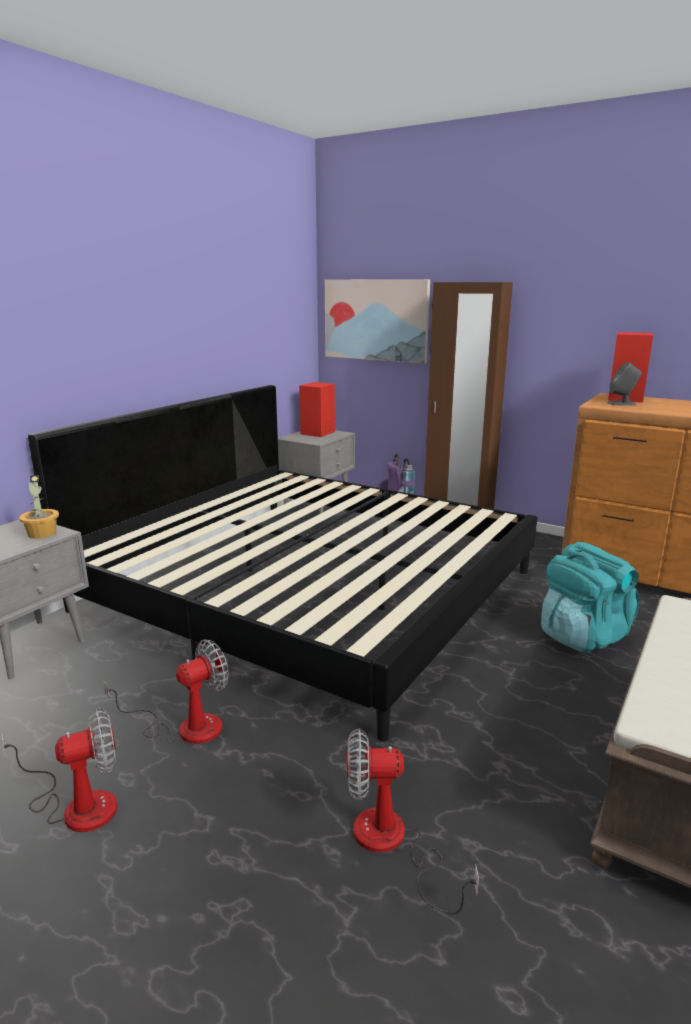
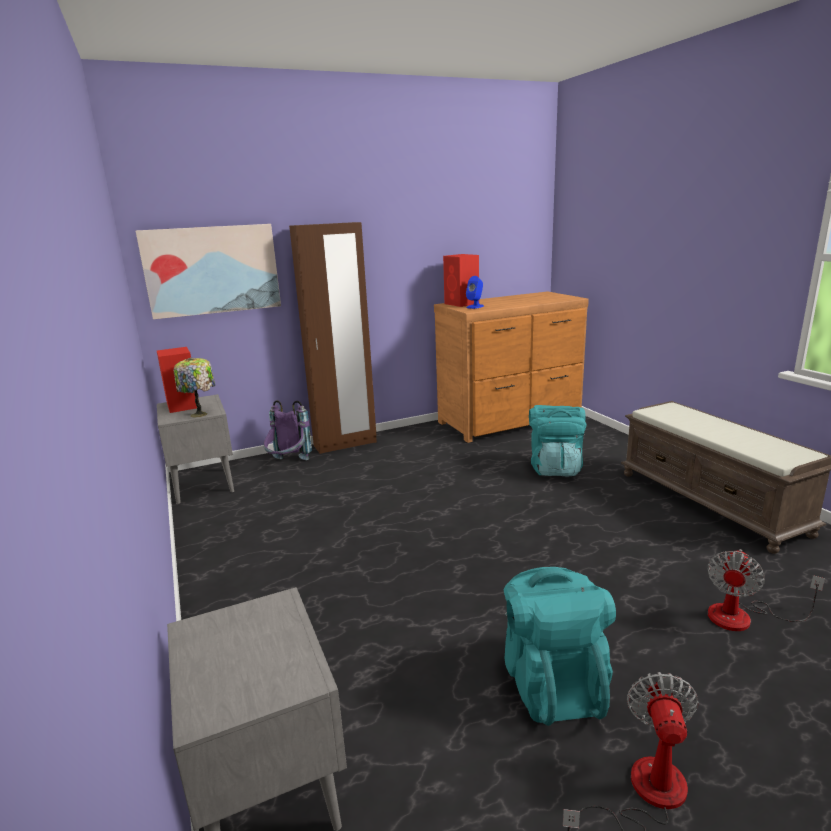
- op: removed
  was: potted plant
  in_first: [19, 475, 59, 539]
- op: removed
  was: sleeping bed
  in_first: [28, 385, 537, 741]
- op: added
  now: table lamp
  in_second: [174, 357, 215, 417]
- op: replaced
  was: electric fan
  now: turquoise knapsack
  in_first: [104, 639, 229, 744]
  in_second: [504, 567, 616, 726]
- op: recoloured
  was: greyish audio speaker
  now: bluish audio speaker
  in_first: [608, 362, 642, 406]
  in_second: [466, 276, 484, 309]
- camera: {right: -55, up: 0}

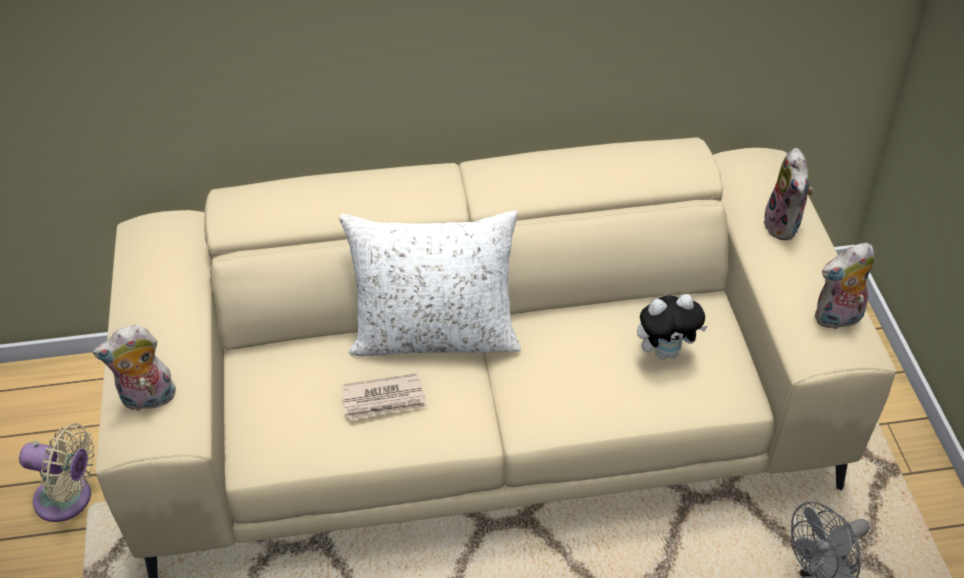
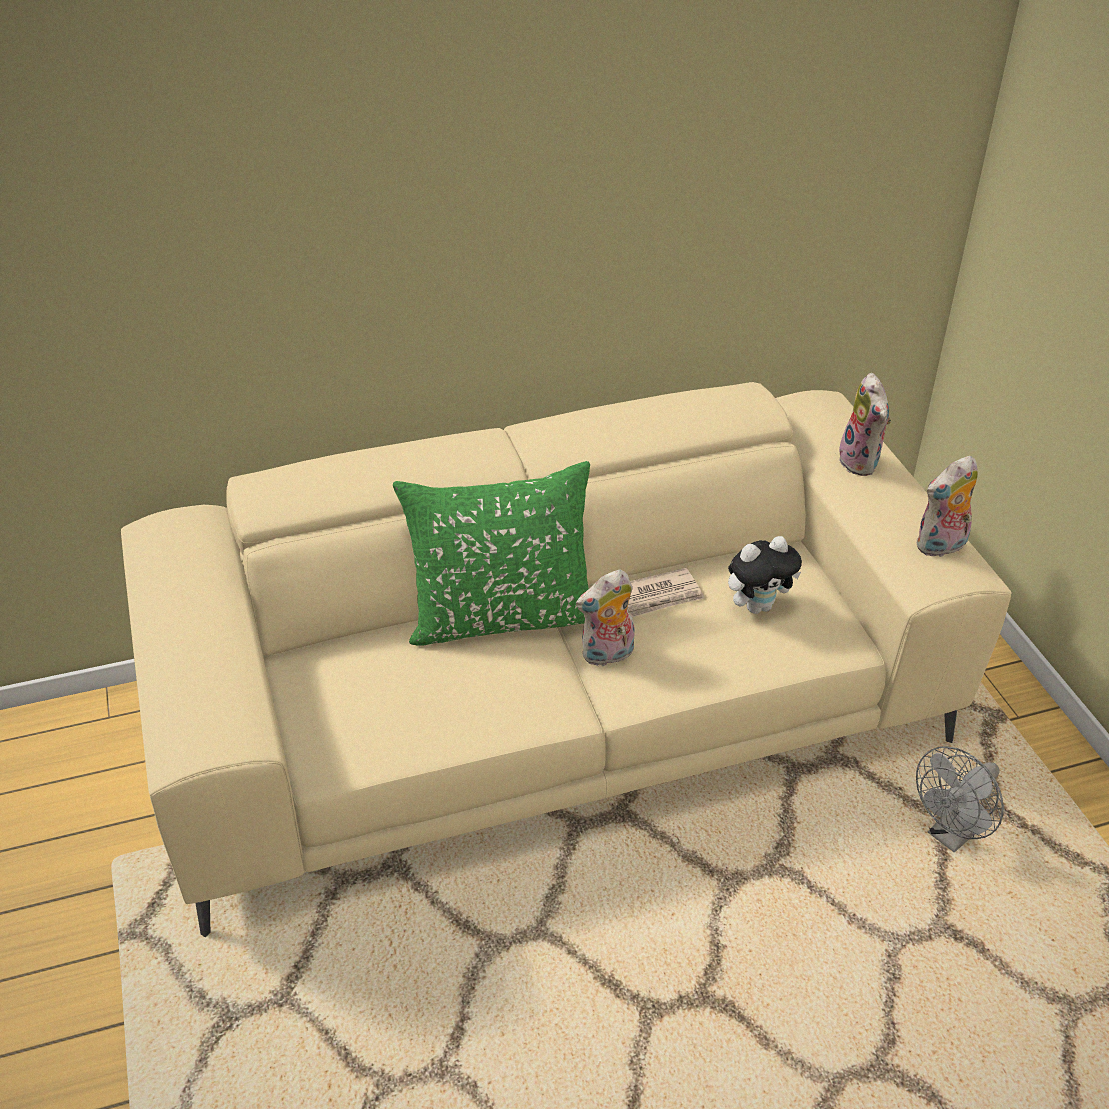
- op: removed
  was: sand-coloured electric fan
  in_first: [19, 423, 95, 522]
- op: moved
  was: cuddly toy
  in_first: [93, 324, 176, 411]
  in_second: [576, 569, 635, 666]
- op: moved
  was: daily paper
  in_first: [341, 373, 428, 421]
  in_second: [627, 568, 705, 618]
- op: recoloured
  was: white-coloured throw pillow
  now: green-coloured throw pillow
  in_first: [339, 210, 521, 356]
  in_second: [393, 461, 590, 645]
- camera: {right: -10, up: -5}

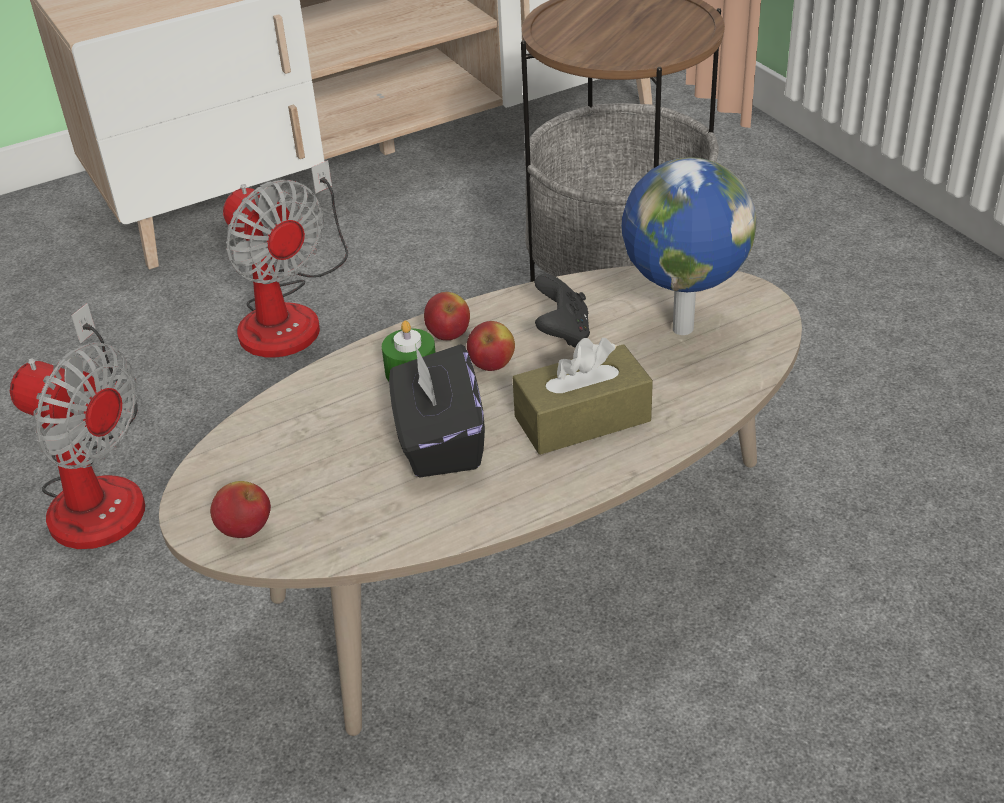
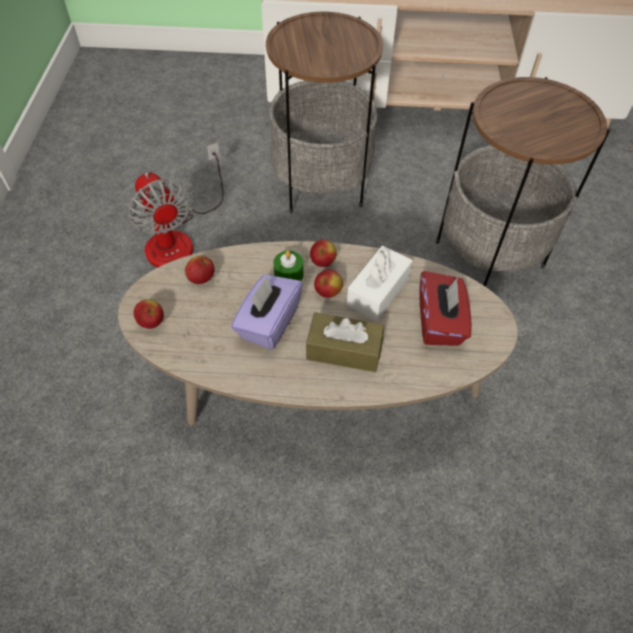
- op: added
  now: apple
  in_second: [185, 256, 215, 284]
- op: replaced
  was: electric fan
  now: accent table
  in_first: [223, 160, 348, 358]
  in_second: [266, 12, 383, 213]
- op: replaced
  was: black gamepad
  now: white-coloured box of tissues
  in_first: [534, 274, 590, 348]
  in_second: [347, 246, 413, 321]
- op: replaced
  was: globe
  now: reddish box of tissues
  in_first: [621, 157, 756, 335]
  in_second: [419, 271, 472, 346]
- op: recoloured
  was: black box of tissues
  now: purple box of tissues
  in_first: [389, 344, 485, 478]
  in_second: [231, 274, 303, 350]
- camera: {right: 30, up: 15}

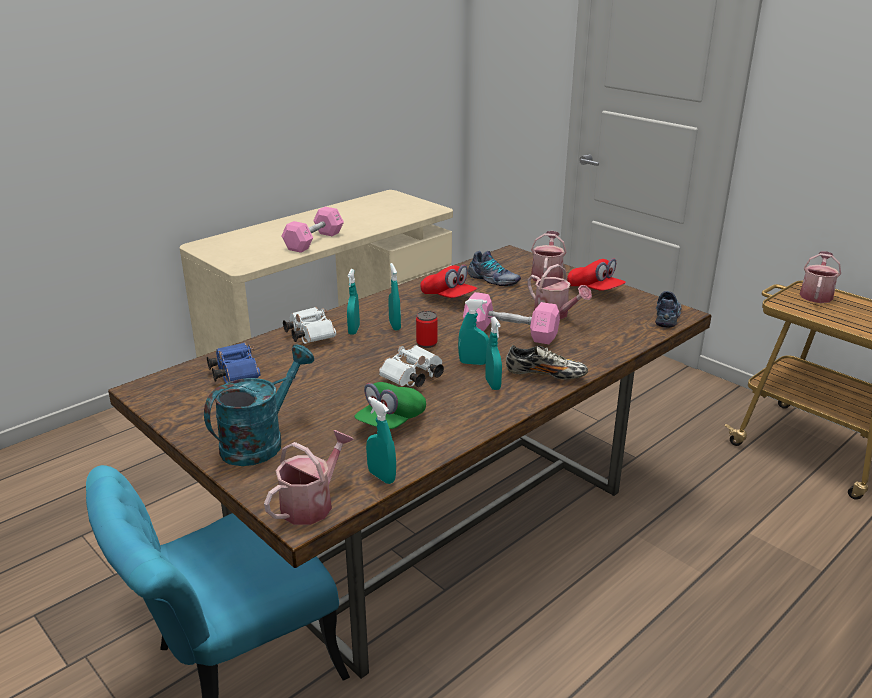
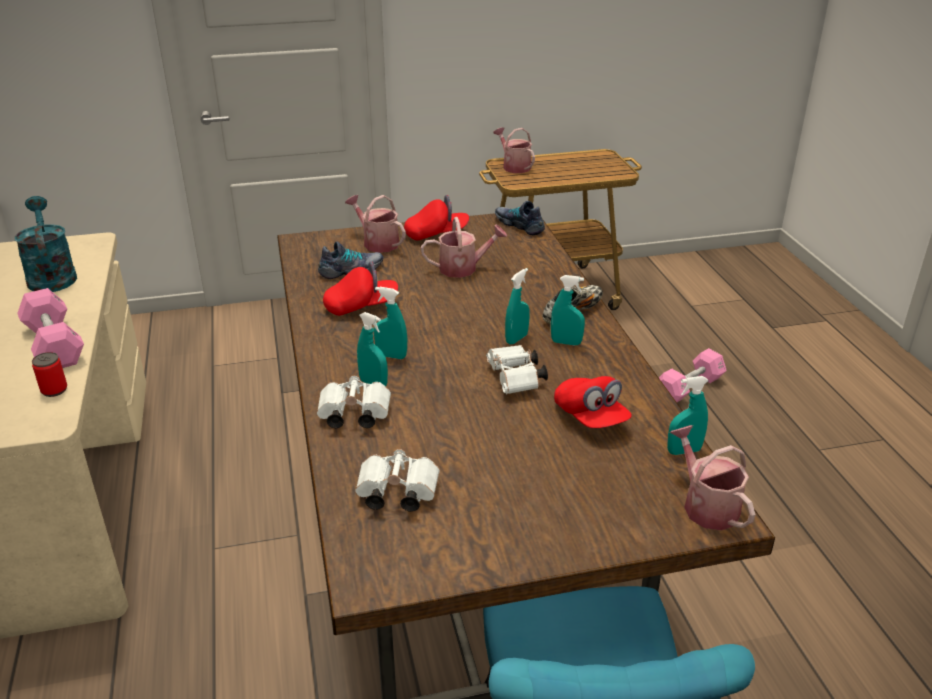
- op: moved
  was: turquoise watering pot
  in_first: [204, 344, 314, 466]
  in_second: [15, 196, 77, 292]
- op: moved
  was: metal can
  in_first: [416, 311, 438, 348]
  in_second: [32, 352, 67, 397]
- op: moved
  was: pink free weight
  in_first: [463, 292, 560, 344]
  in_second: [659, 348, 727, 402]
- op: recoloured
  was: bluish pair of binoculars
  now: white-coloured pair of binoculars
  in_first: [207, 342, 260, 383]
  in_second: [355, 449, 440, 512]
- op: recoloured
  was: green-coloured baseball cap
  now: reddish baseball cap
  in_first: [355, 382, 426, 429]
  in_second: [554, 376, 632, 428]
- camera: {right: -60, up: 5}

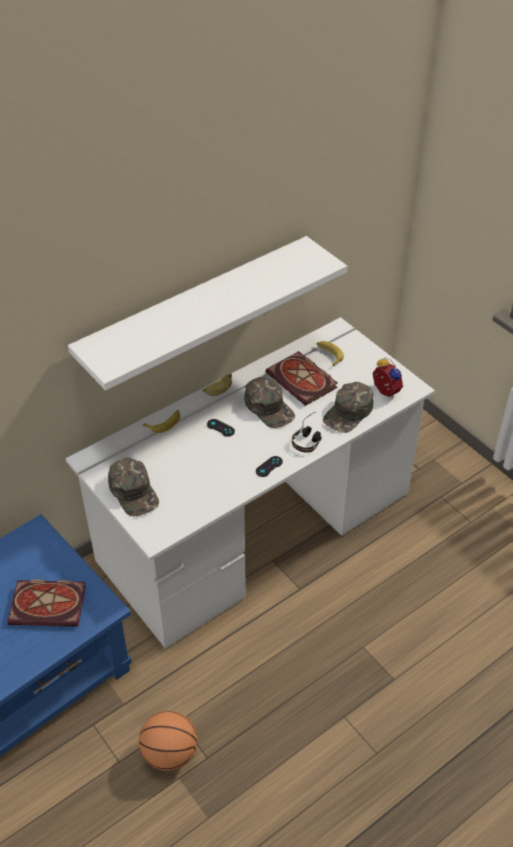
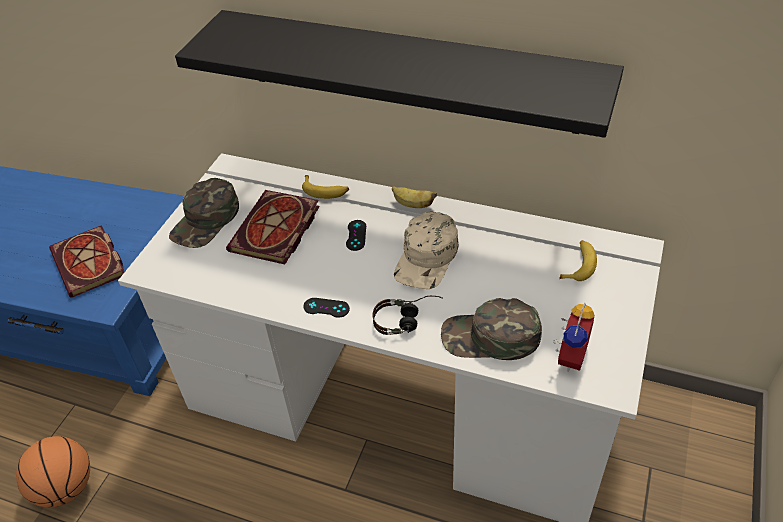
- op: moved
  was: bound book
  in_first: [266, 351, 338, 406]
  in_second: [226, 190, 320, 265]
- op: recoloured
  was: white-coloured shelf
  now: black shelf
  in_first: [68, 236, 347, 391]
  in_second: [175, 10, 624, 138]
- op: recoloured
  was: green-coloured baseball cap
  now: sand-coloured baseball cap
  in_first: [244, 377, 295, 428]
  in_second: [394, 212, 459, 289]
- camera: {right: 60, up: 0}

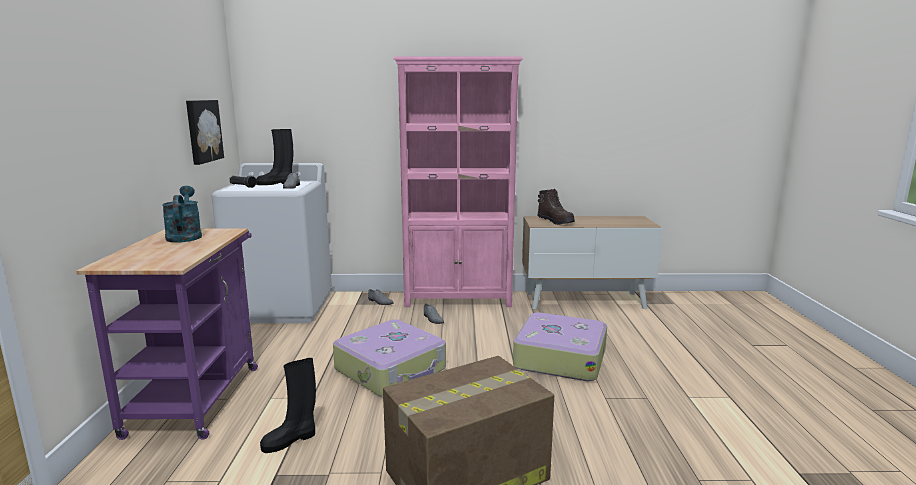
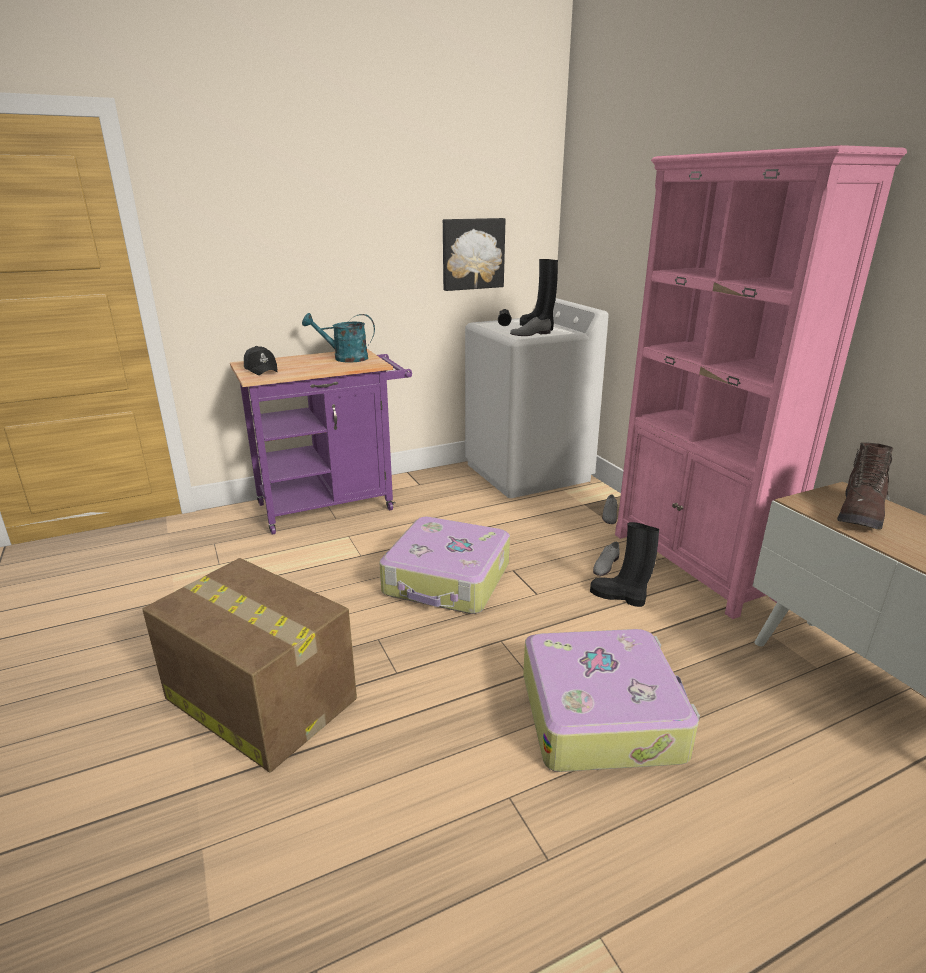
- op: added
  now: black baseball cap
  in_second: [244, 346, 277, 375]
- op: moved
  was: black high-top boot
  in_first: [260, 358, 316, 453]
  in_second: [590, 522, 659, 607]
- op: turned
  was: turquoise watering pot
  in_first: [162, 186, 202, 243]
  in_second: [302, 313, 375, 362]
  clockwise: -135
- camera: {right: 65, up: 10}

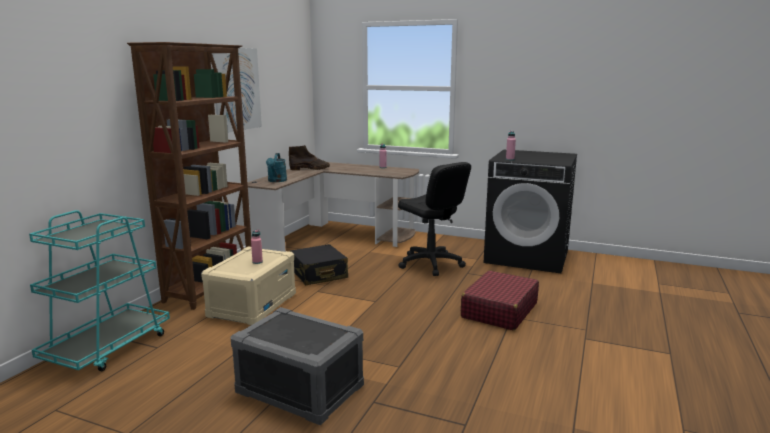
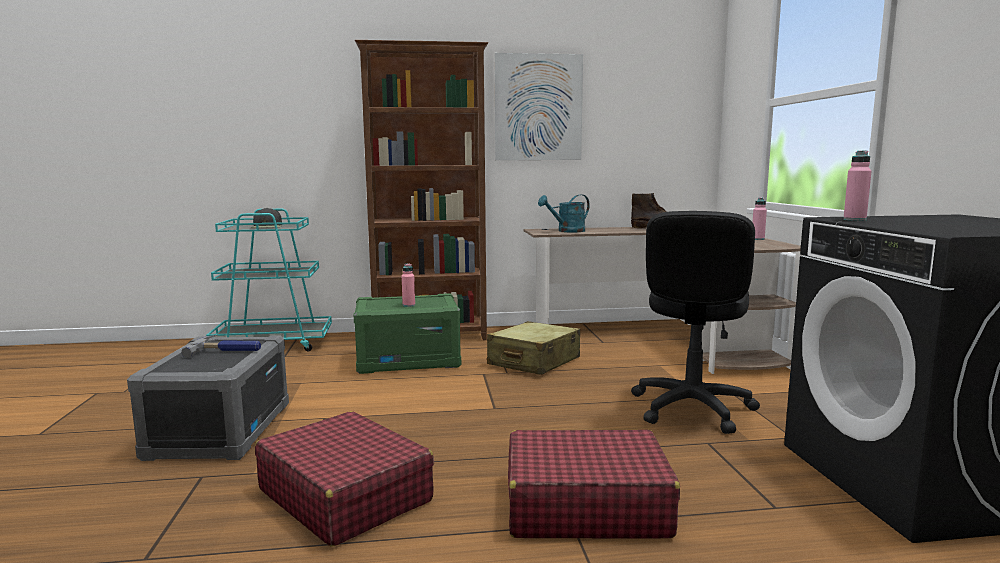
- op: added
  now: tool hammer
  in_second: [181, 335, 261, 358]
- op: added
  now: black baseball cap
  in_second: [250, 208, 282, 228]
- op: added
  now: reddish piece of luggage
  in_second: [255, 411, 434, 547]
- op: recoloured
  was: sand-coloured storage box
  now: green-coloured storage box
  in_first: [201, 246, 296, 325]
  in_second: [354, 293, 461, 374]
- op: recoloured
  was: black piece of luggage
  now: sand-coloured piece of luggage
  in_first: [290, 244, 348, 285]
  in_second: [487, 321, 580, 375]
- camera: {right: 60, up: -5}

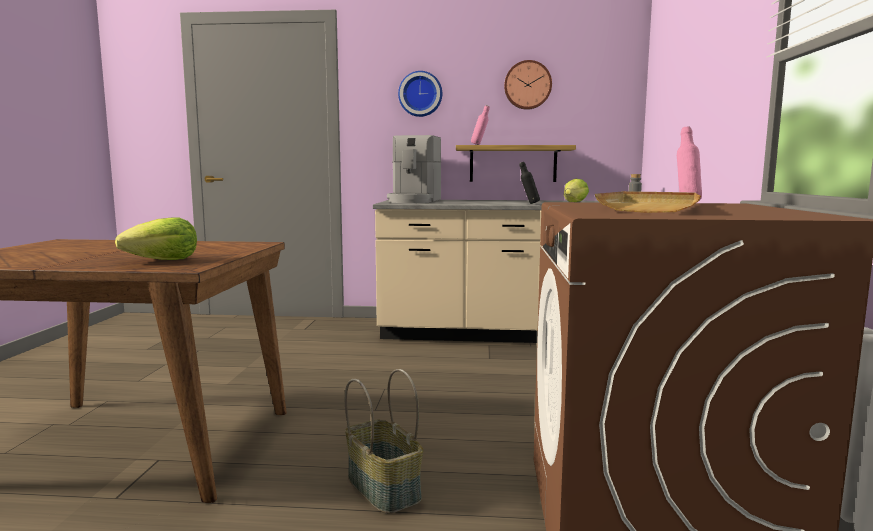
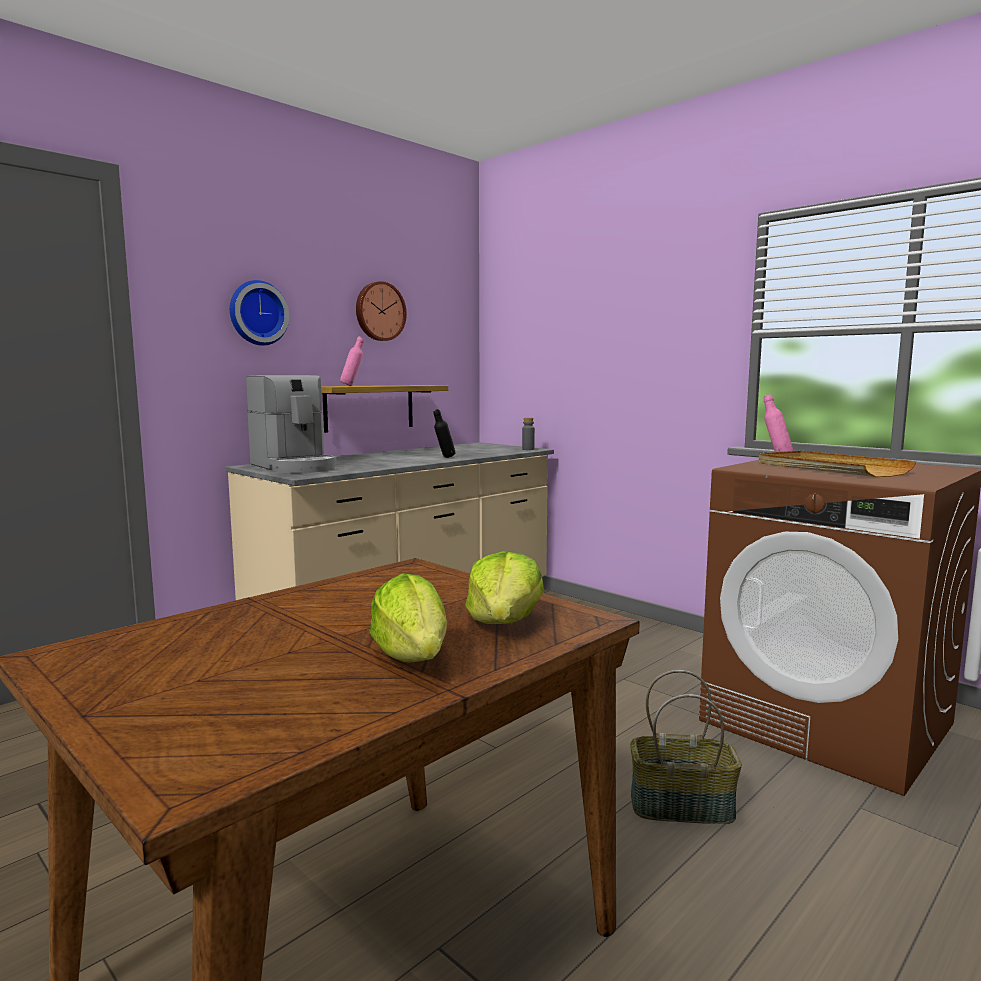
- op: moved
  was: lettuce head
  in_first: [564, 179, 589, 202]
  in_second: [370, 574, 447, 663]
- camera: {right: -50, up: 0}

